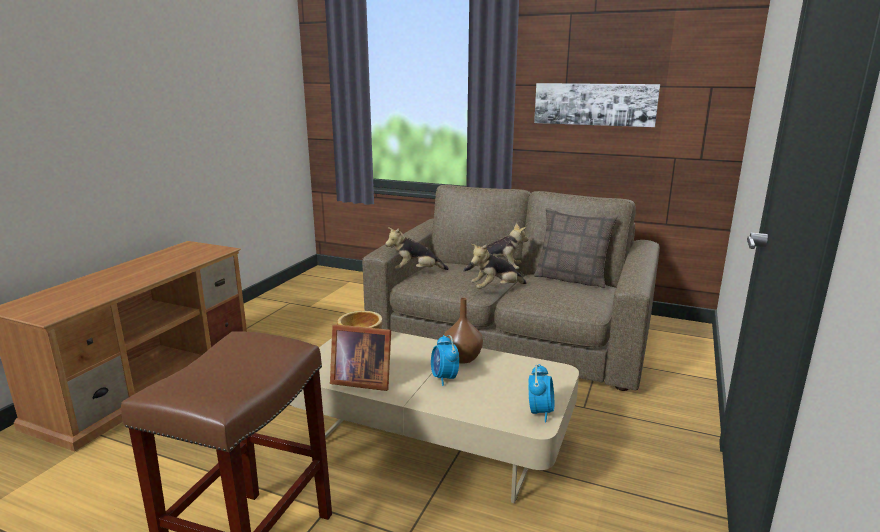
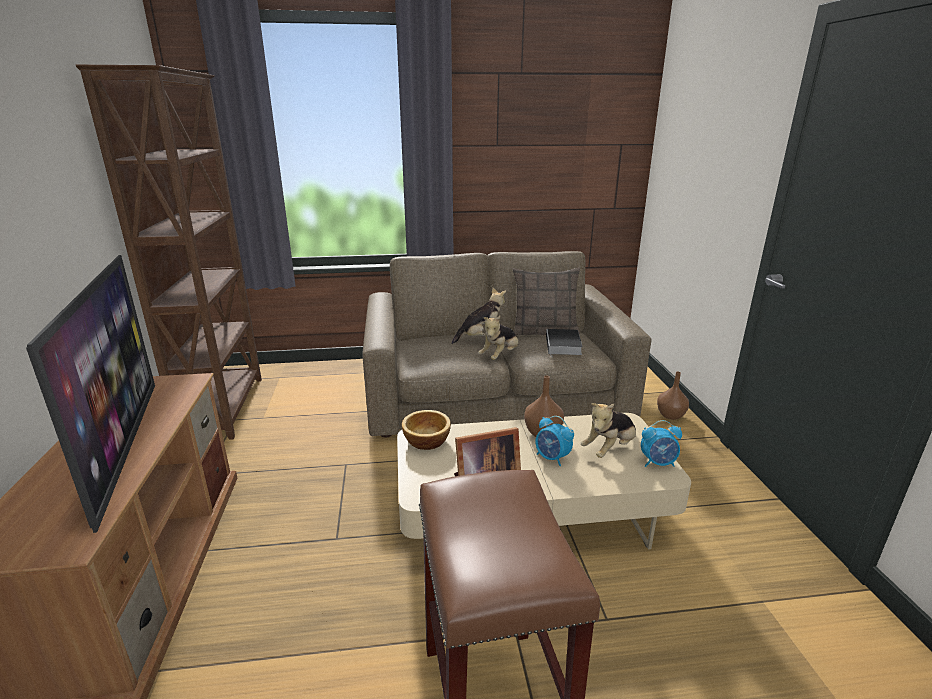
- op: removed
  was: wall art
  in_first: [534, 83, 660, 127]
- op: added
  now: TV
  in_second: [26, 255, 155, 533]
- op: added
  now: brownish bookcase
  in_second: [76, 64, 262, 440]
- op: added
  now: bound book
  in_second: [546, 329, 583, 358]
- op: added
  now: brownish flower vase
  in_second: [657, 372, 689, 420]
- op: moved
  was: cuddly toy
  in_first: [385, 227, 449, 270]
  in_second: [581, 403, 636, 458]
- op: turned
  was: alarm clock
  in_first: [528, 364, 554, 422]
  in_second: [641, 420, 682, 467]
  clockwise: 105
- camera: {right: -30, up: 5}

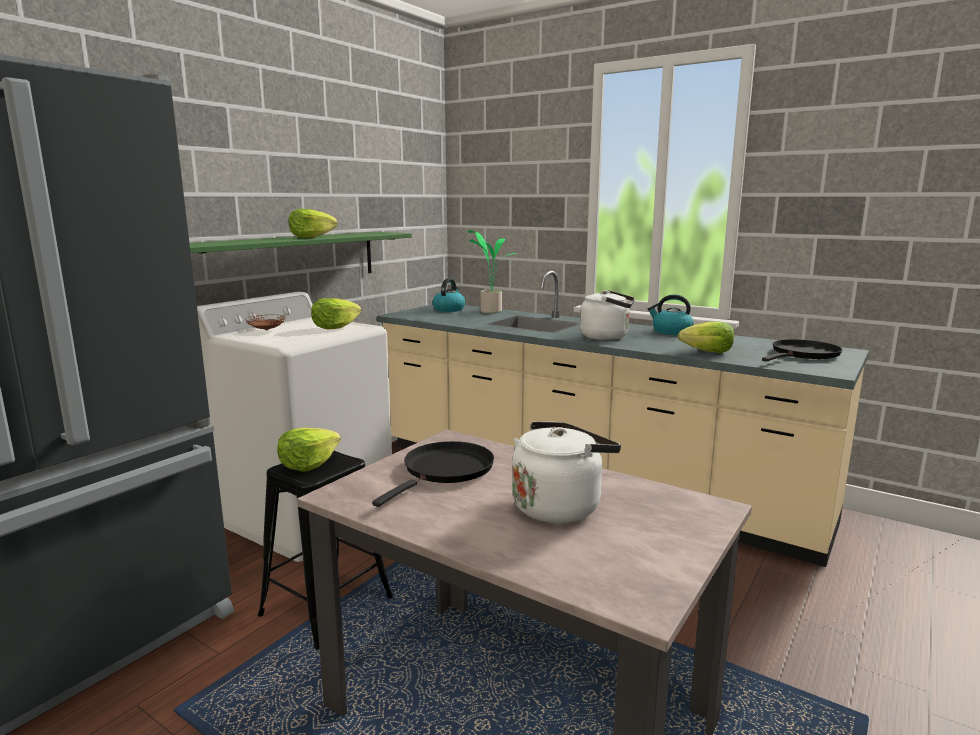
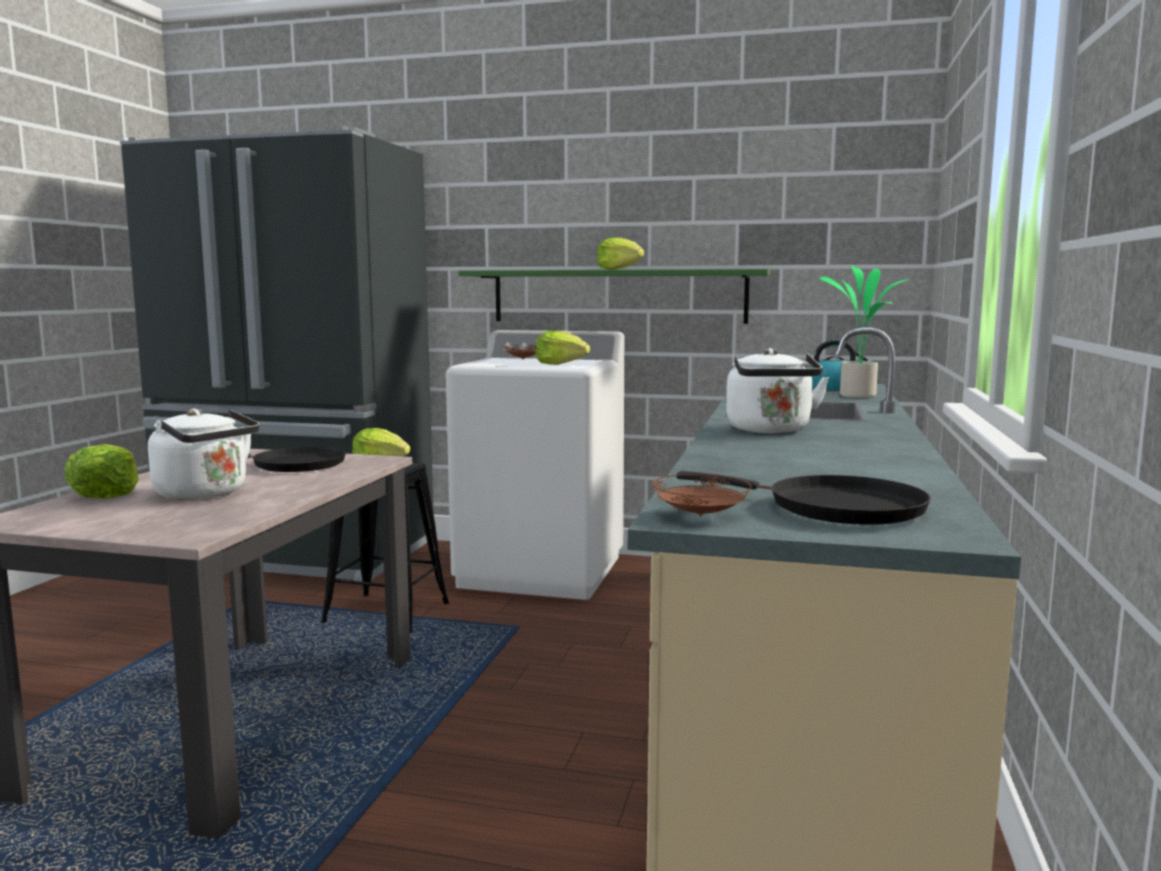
- op: removed
  was: water kettle
  in_first: [648, 294, 694, 335]
- op: added
  now: brownish flat dish
  in_second: [652, 474, 751, 517]
- op: moved
  was: lettuce head
  in_first: [678, 322, 734, 353]
  in_second: [64, 444, 139, 499]
- camera: {right: 70, up: -5}

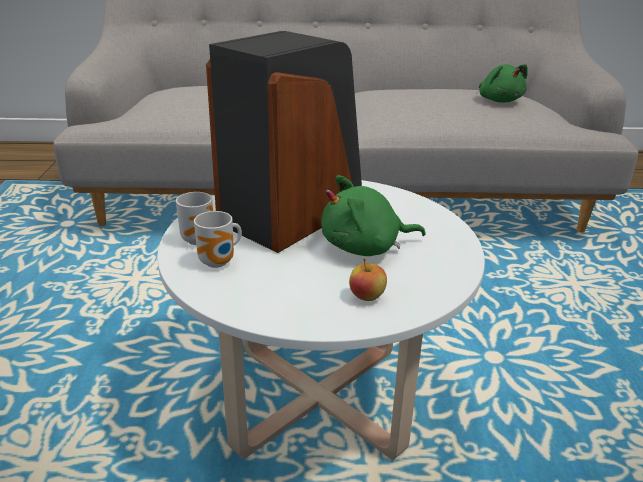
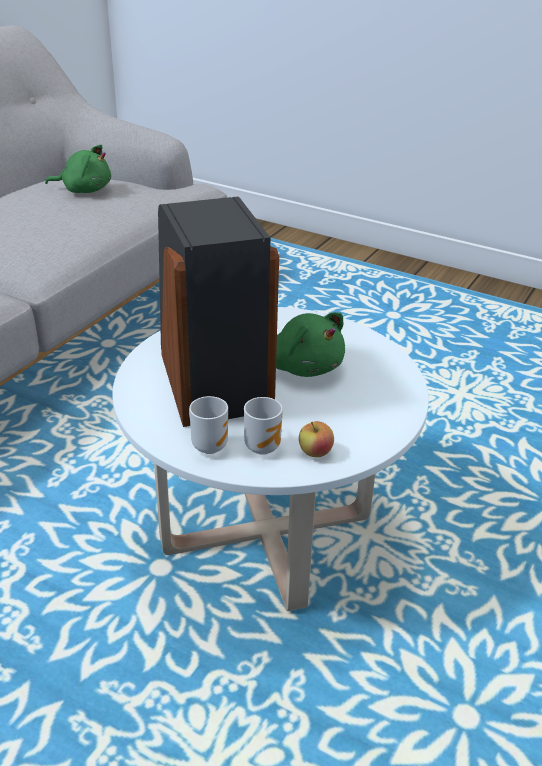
- op: moved
  was: apple
  in_first: [349, 259, 387, 301]
  in_second: [299, 421, 334, 457]
- op: turned
  was: green-coloured cuddly toy
  in_first: [321, 175, 426, 256]
  in_second: [276, 312, 345, 377]
  clockwise: -60
- camera: {right: -60, up: 5}

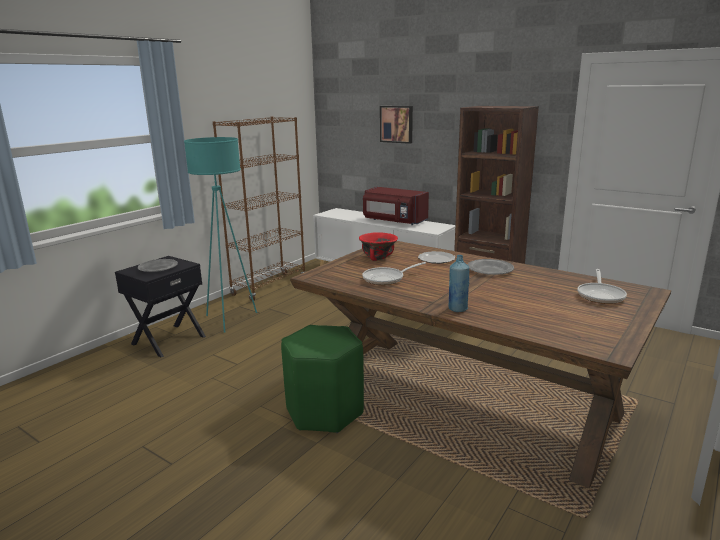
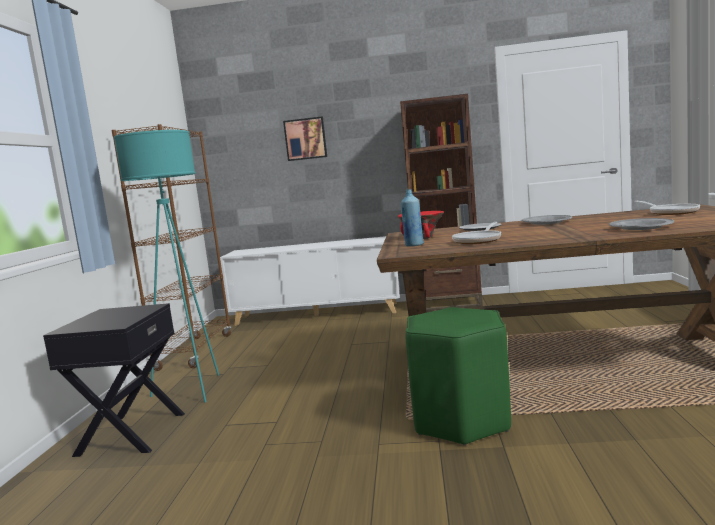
- op: removed
  was: reddish microwave oven
  in_first: [363, 187, 429, 225]
- op: moved
  was: greyish flat dish
  in_first: [138, 259, 178, 272]
  in_second: [609, 218, 674, 230]
- op: moved
  was: bluish drink bottle
  in_first: [449, 255, 469, 312]
  in_second: [401, 189, 424, 246]
- camera: {right: -30, up: -10}

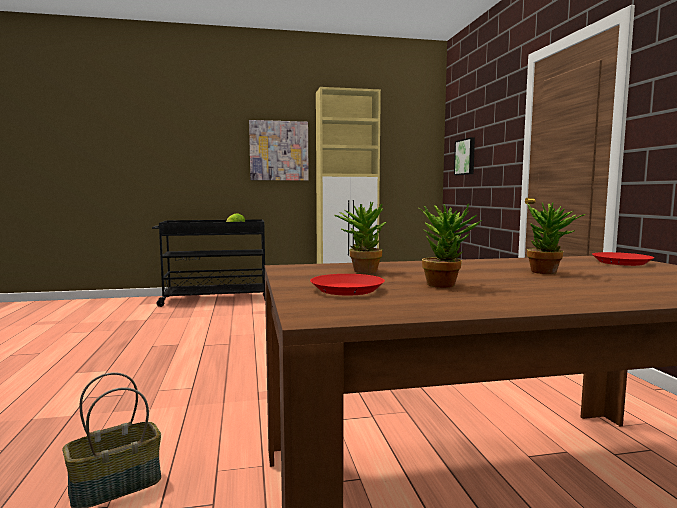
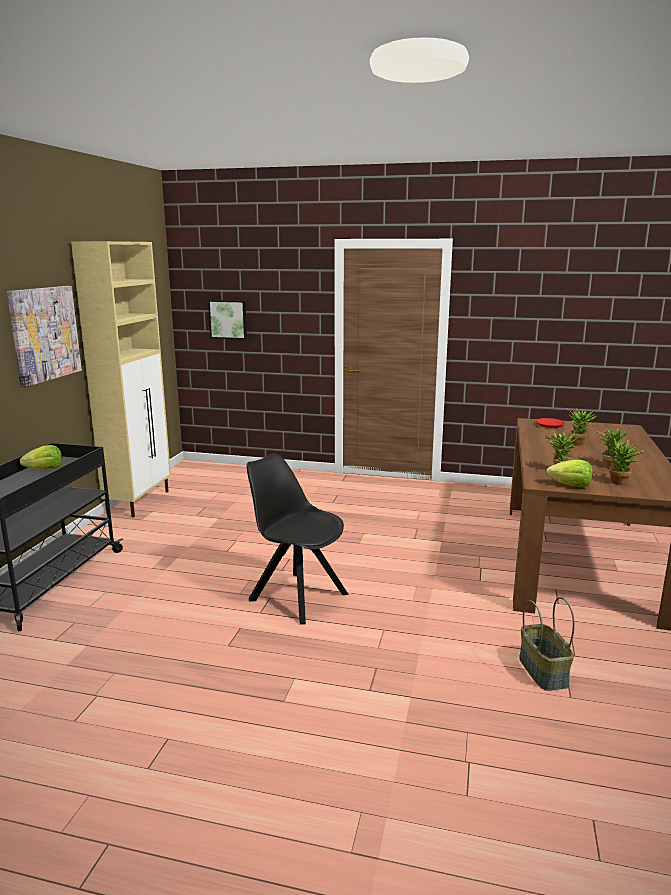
- op: added
  now: black plain chair
  in_second: [246, 453, 349, 625]
- op: added
  now: lettuce head
  in_second: [546, 459, 593, 487]
- op: replaced
  was: reddish flat dish
  now: potted plant
  in_first: [310, 274, 385, 296]
  in_second: [608, 439, 645, 485]
- camera: {right: -65, up: 10}

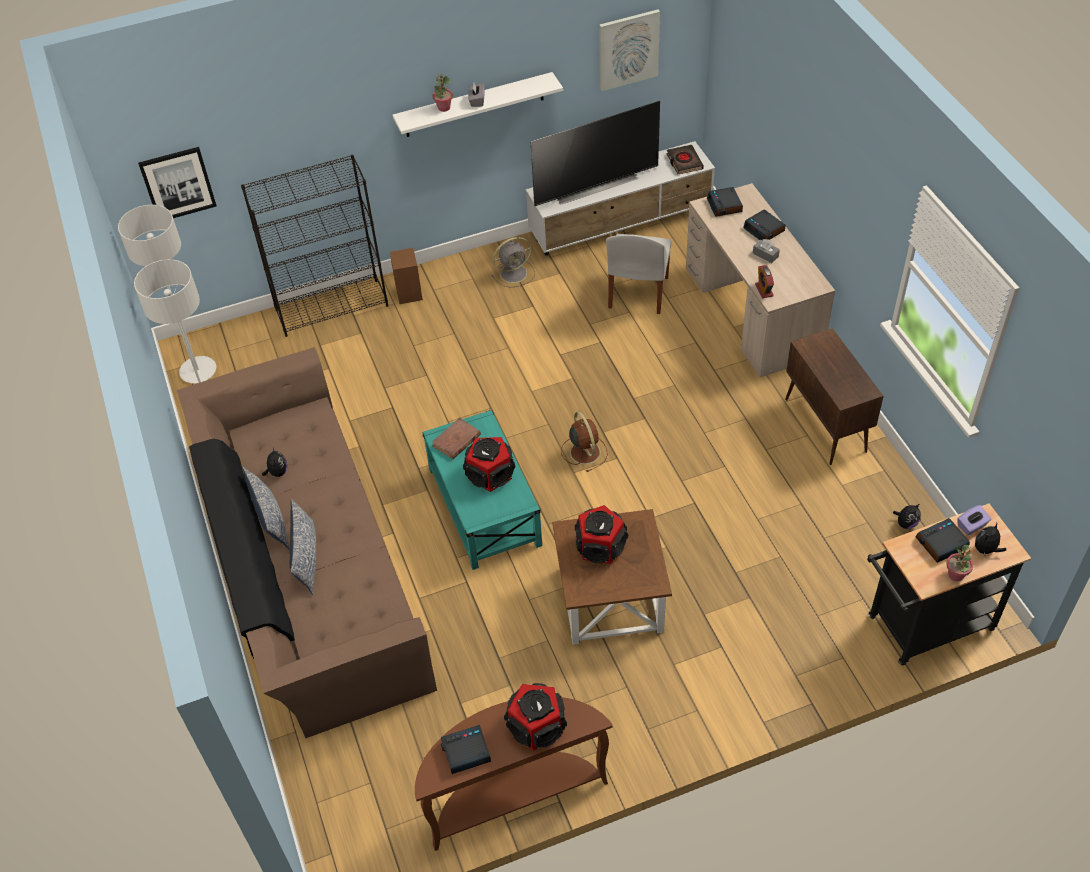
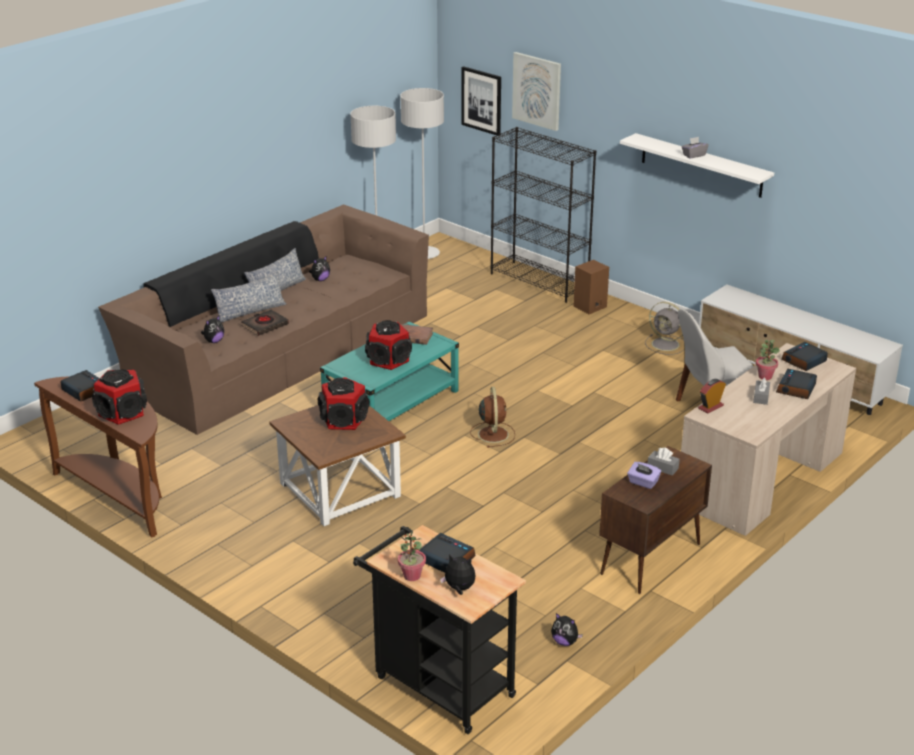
- op: removed
  was: TV
  in_first: [530, 101, 660, 206]
- op: added
  now: cuddly toy
  in_second: [201, 315, 224, 343]
- op: added
  now: greyish box of tissues
  in_second: [648, 447, 680, 475]
- op: moved
  was: potted plant
  in_first: [432, 73, 453, 112]
  in_second: [756, 339, 780, 380]
- op: moved
  was: wall art
  in_first: [599, 10, 660, 91]
  in_second: [512, 52, 561, 131]
- op: moved
  was: black bound book
  in_first: [667, 145, 704, 174]
  in_second: [241, 310, 289, 336]
- op: moved
  was: purple box of tissues
  in_first: [957, 505, 991, 536]
  in_second: [627, 462, 661, 489]
- op: turned
  was: brownish electric fan
  in_first: [561, 411, 608, 472]
  in_second: [470, 387, 515, 448]
  clockwise: -45
- camera: {right: 60, up: -20}

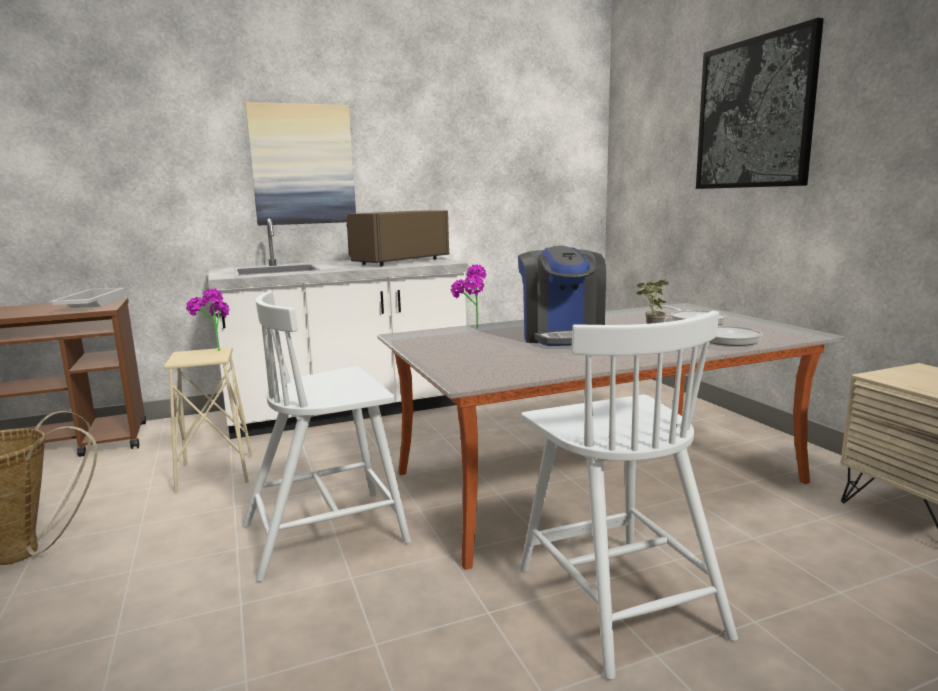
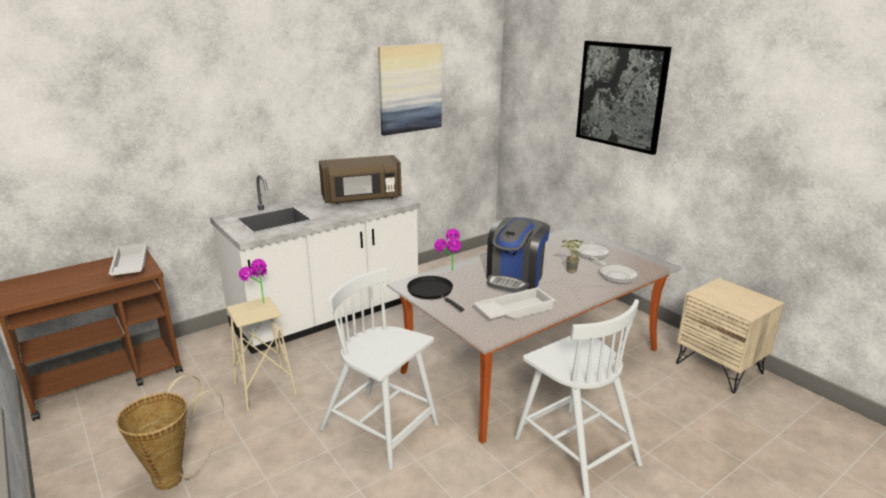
- op: added
  now: black pan
  in_second: [407, 276, 464, 312]
- op: added
  now: white-coloured carrying tray
  in_second: [473, 287, 555, 319]
- op: moved
  was: wall art
  in_first: [245, 102, 356, 225]
  in_second: [378, 43, 442, 136]
- op: turned
  was: white-coloured plain chair
  in_first: [242, 291, 411, 582]
  in_second: [319, 268, 439, 470]
  clockwise: 75
- op: turned
  was: brownish microwave oven
  in_first: [346, 210, 449, 266]
  in_second: [319, 155, 402, 204]
  clockwise: -135
- op: turned
  was: coffee maker
  in_first: [518, 246, 606, 346]
  in_second: [487, 217, 550, 293]
  clockwise: 45
- camera: {right: -15, up: 10}

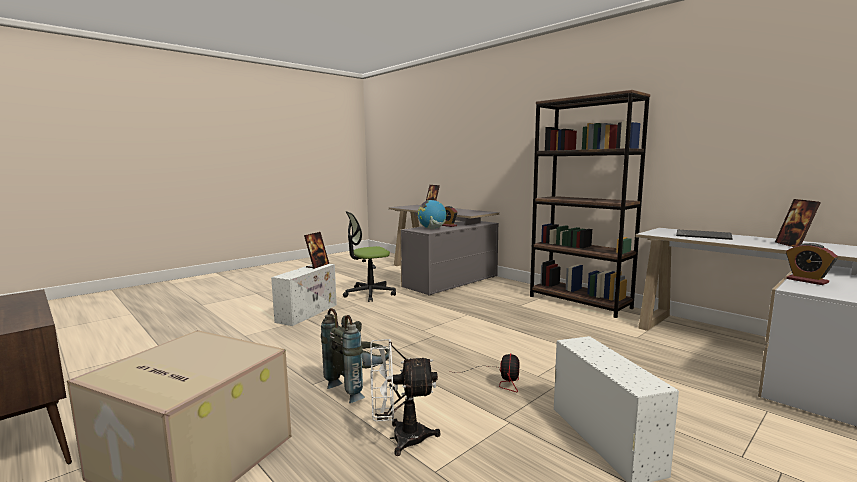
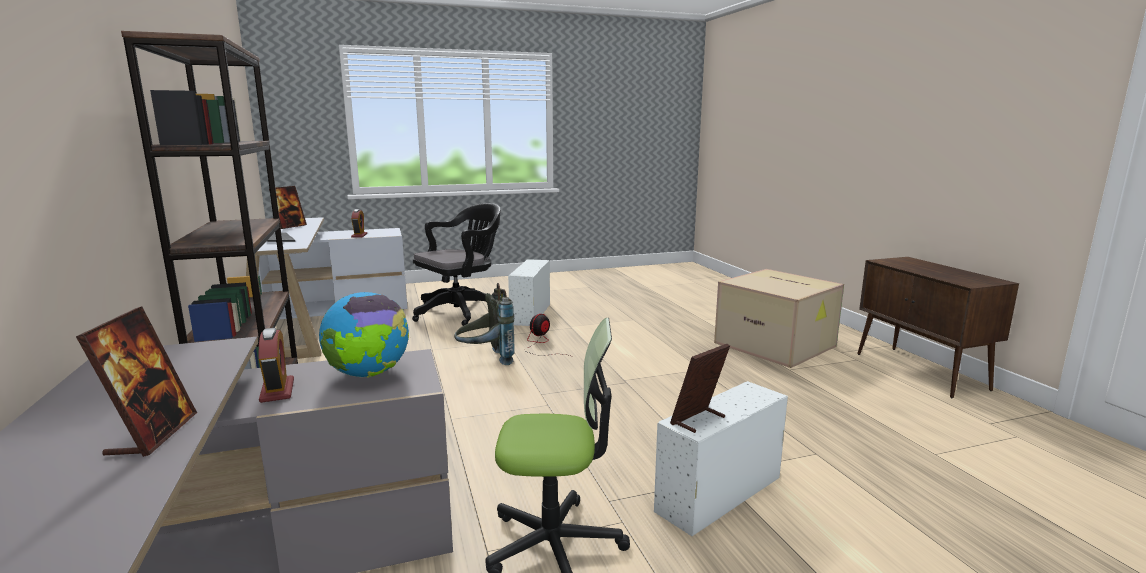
- op: removed
  was: white-coloured electric fan
  in_first: [370, 339, 440, 456]
- op: added
  now: black computer chair
  in_second: [412, 203, 501, 326]
- op: moved
  was: greyish knapsack
  in_first: [321, 308, 389, 403]
  in_second: [454, 283, 515, 365]
- camera: {right: -155, up: 5}

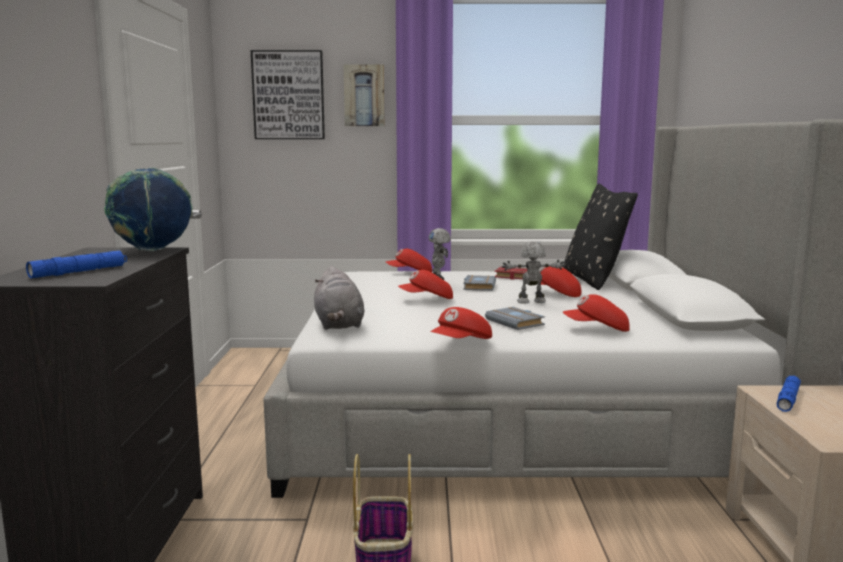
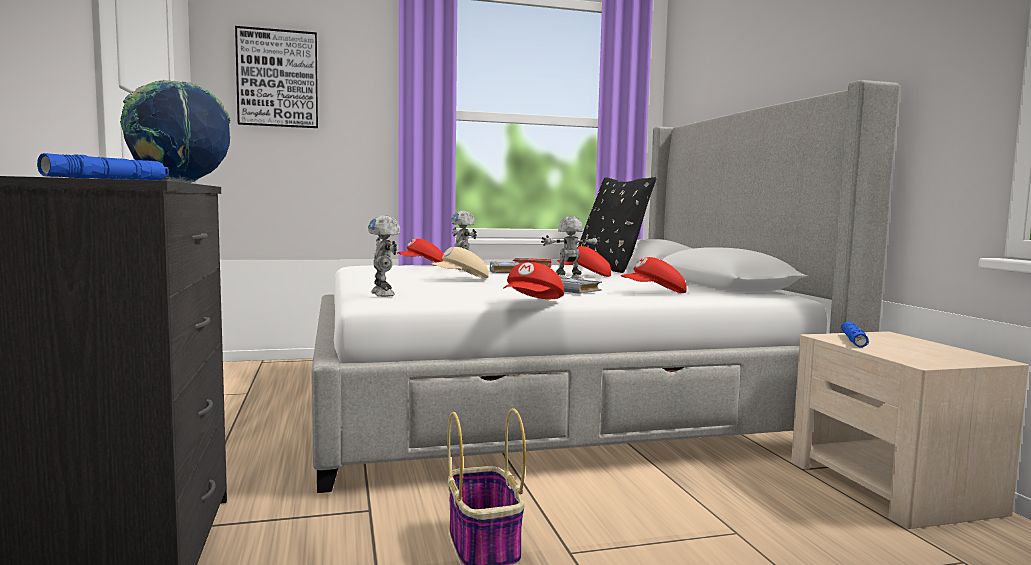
- op: removed
  was: wall art
  in_first: [343, 65, 385, 126]
- op: replaced
  was: greyish cuddly toy
  now: toy robot
  in_first: [314, 266, 364, 330]
  in_second: [368, 215, 400, 297]
- op: recoloured
  was: reddish baseball cap
  now: sand-coloured baseball cap
  in_first: [398, 270, 453, 299]
  in_second: [431, 247, 489, 278]
- camera: {right: -15, up: -5}

